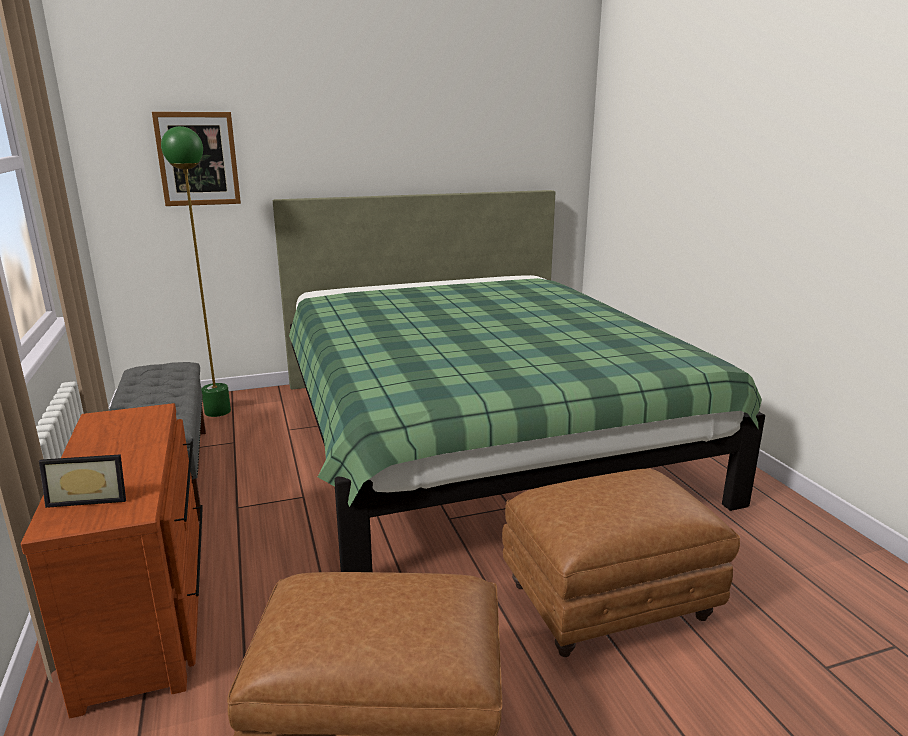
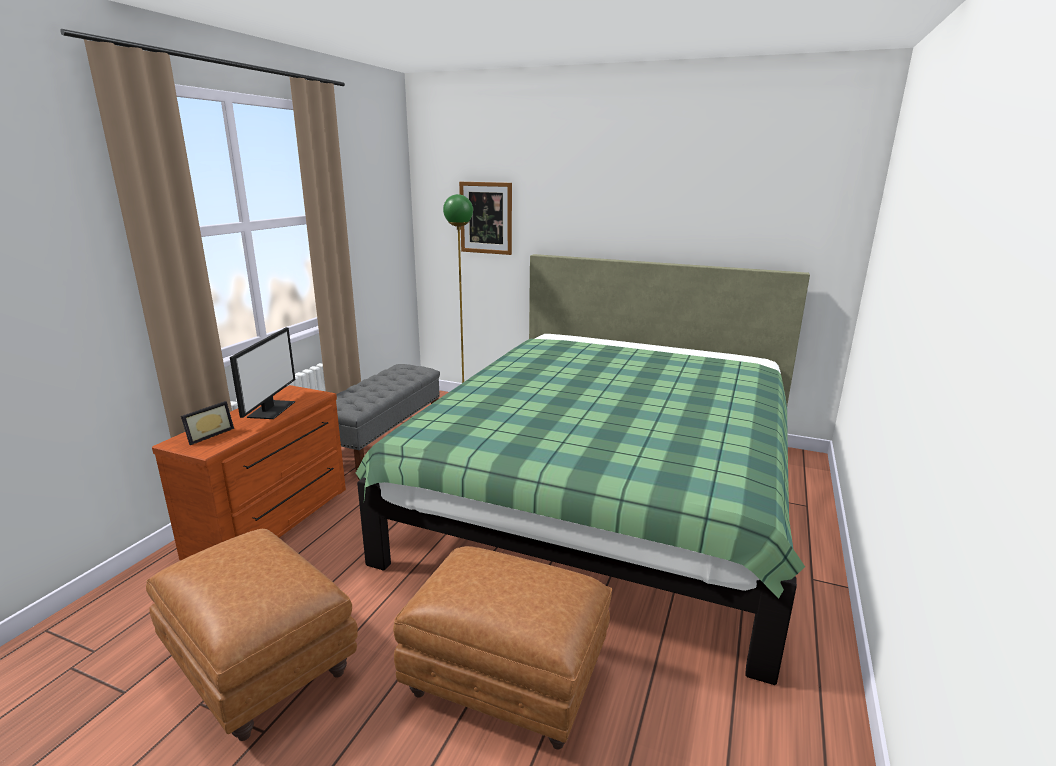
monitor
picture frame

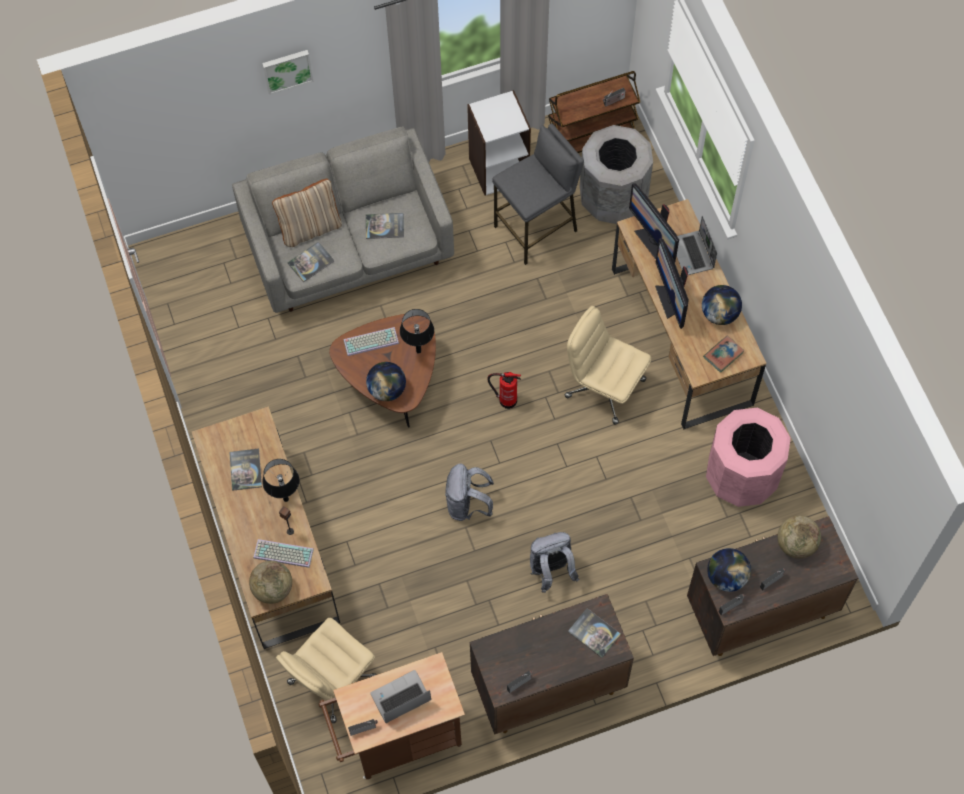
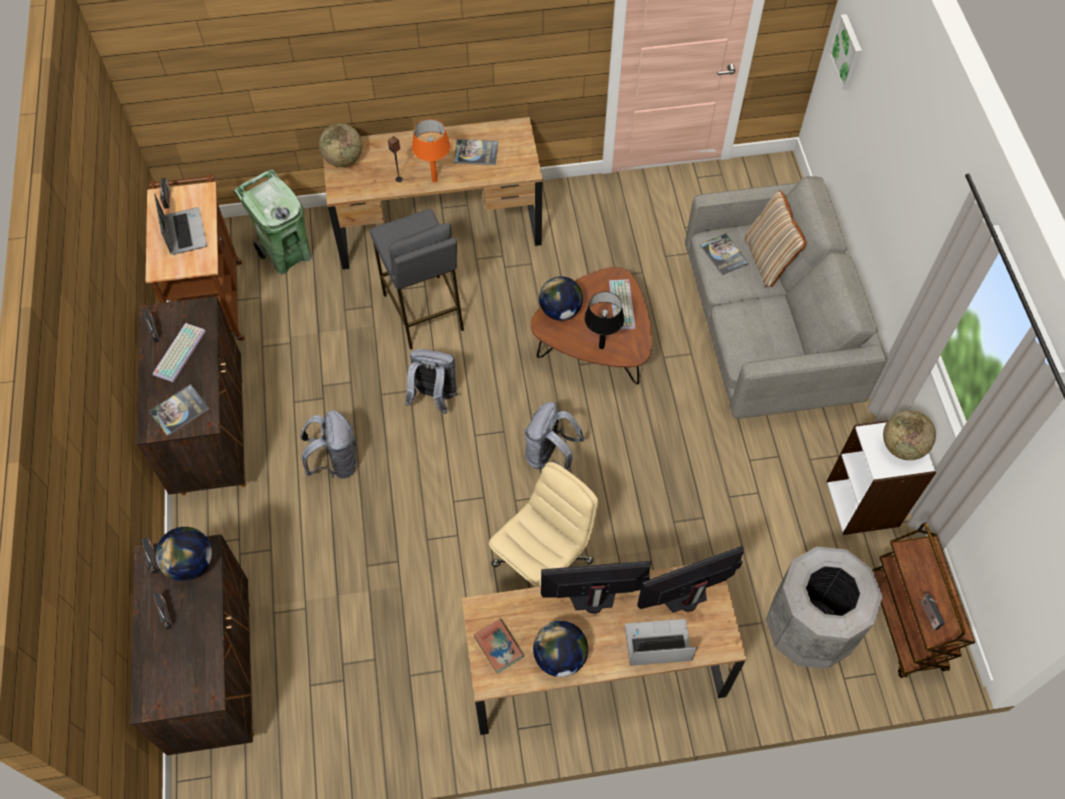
book (no. 3 from left in the first image)
pink trash can
keyboard (no. 1 from left)
picture
grey stool
globe (no. 5 from left)
green trash can
grey backpack (no. 3 from left)
orange table lamp

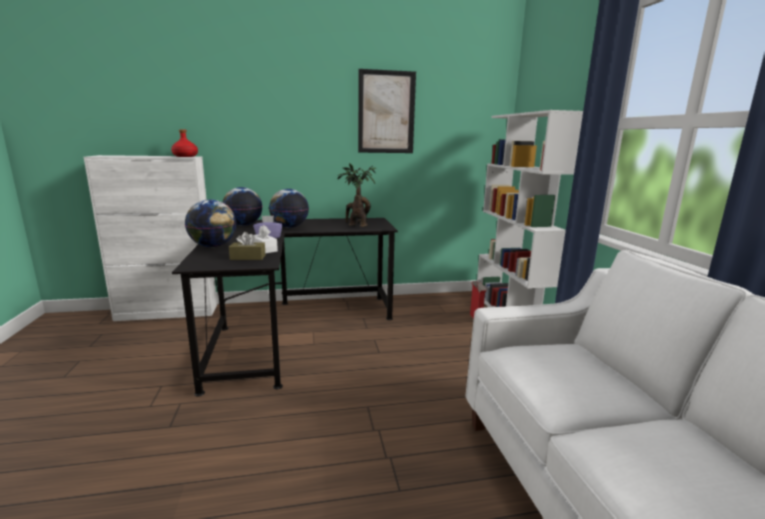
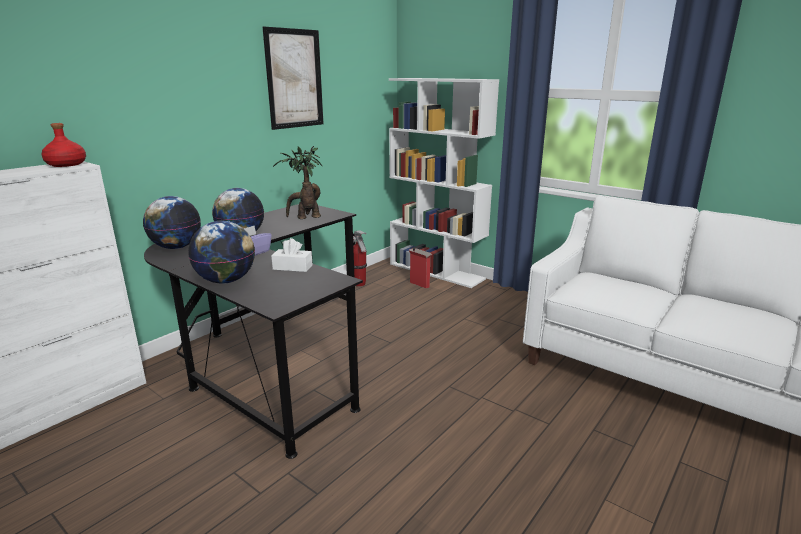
brown tissue box
fire extinguisher

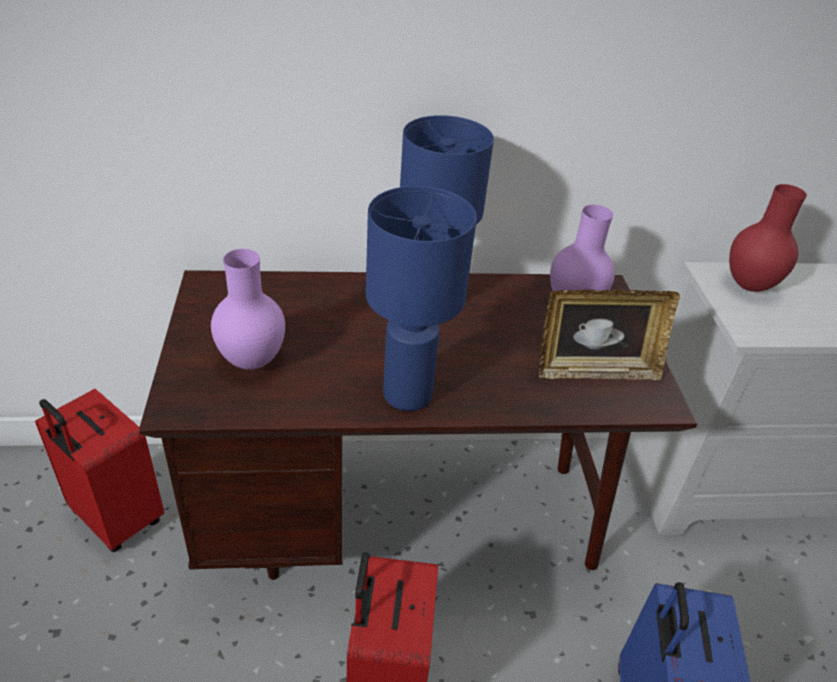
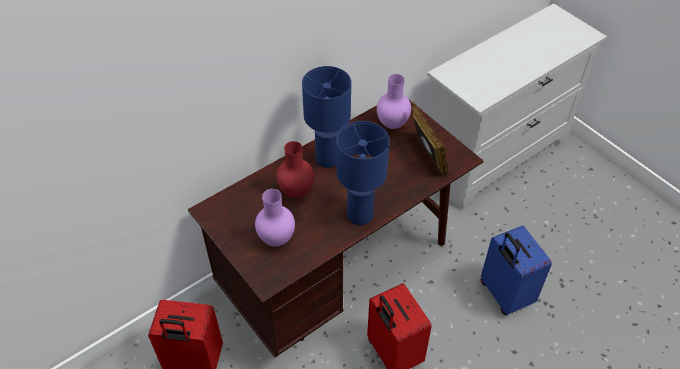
red vase
picture frame

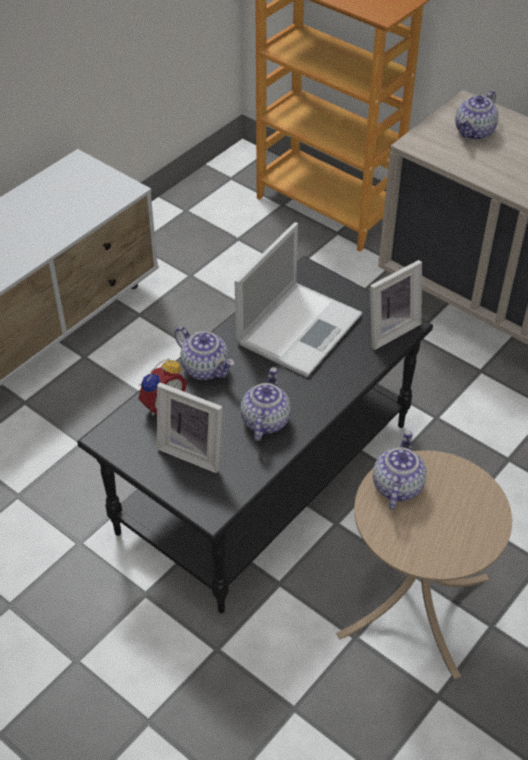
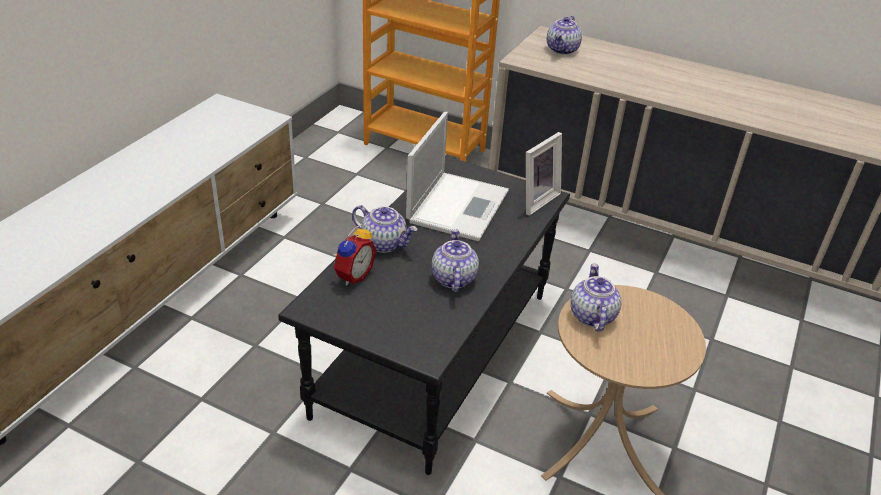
picture frame (no. 1 from left in the first image)

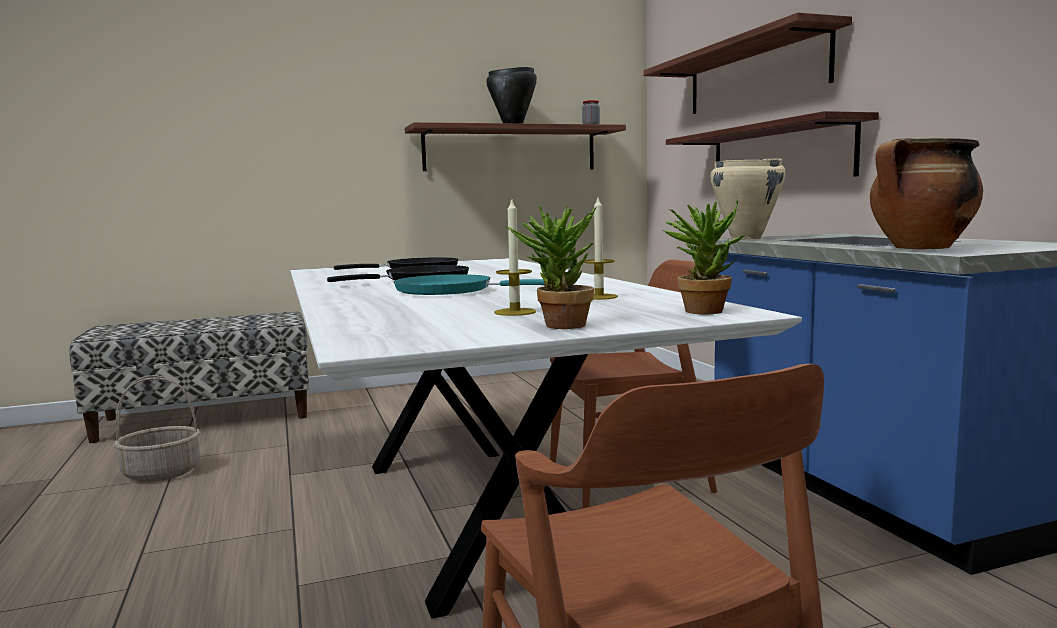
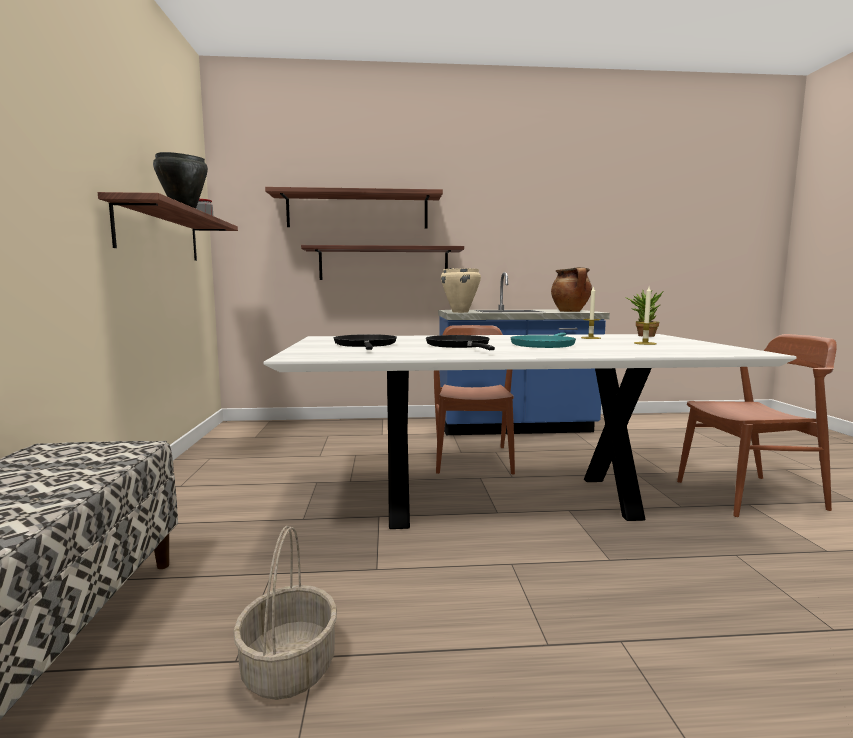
potted plant (no. 1 from left in the first image)

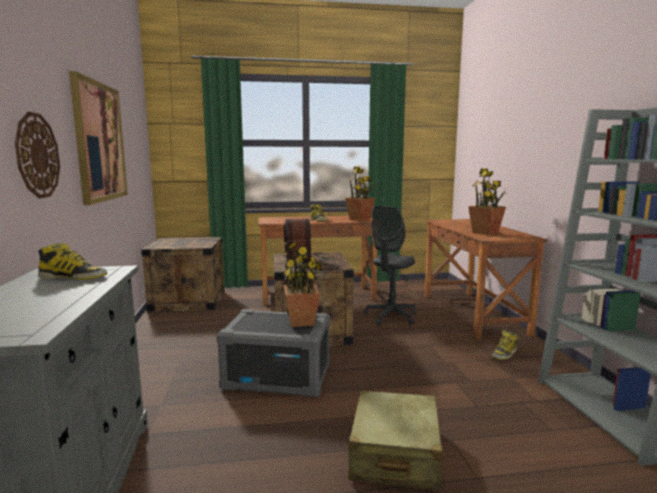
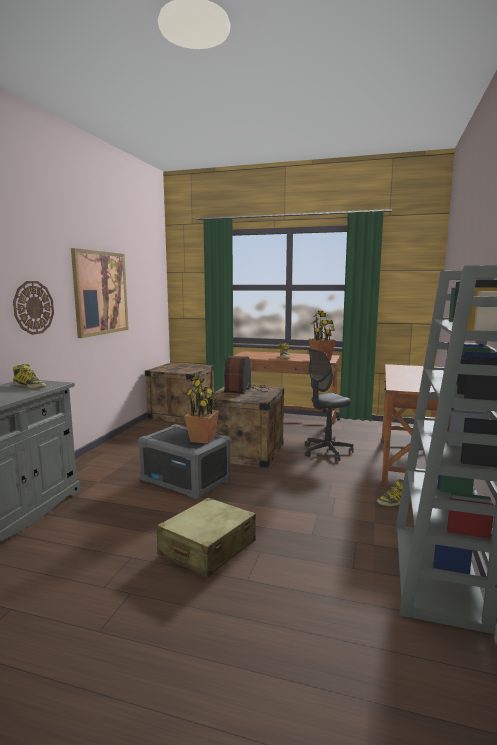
potted plant (no. 3 from left in the first image)

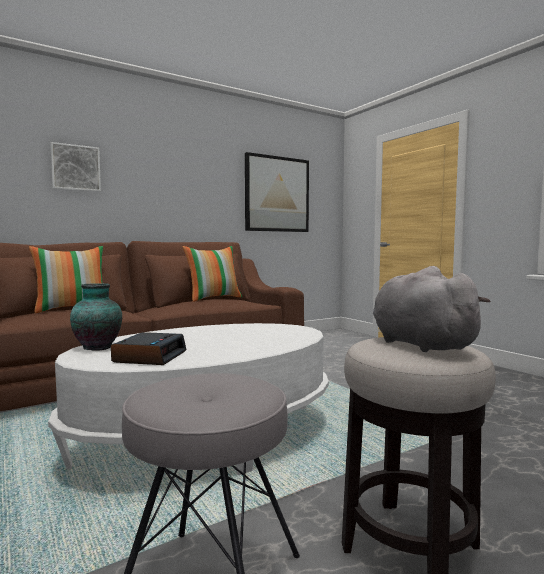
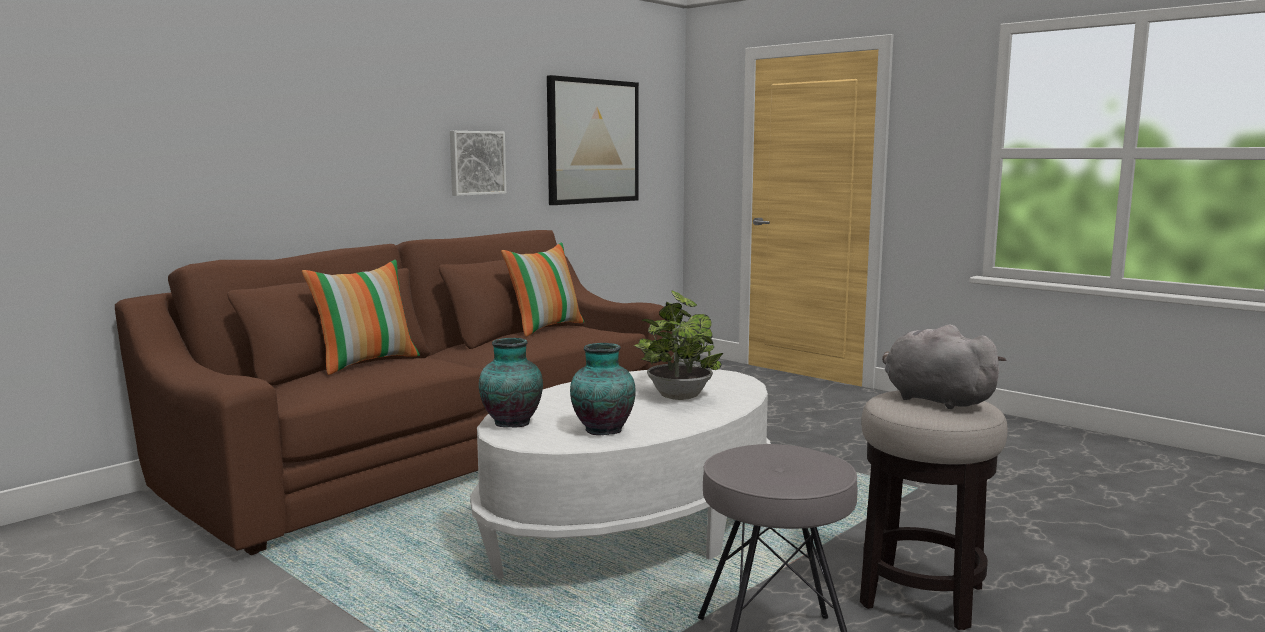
potted plant
picture (no. 1 from left)
vase (no. 2 from left)

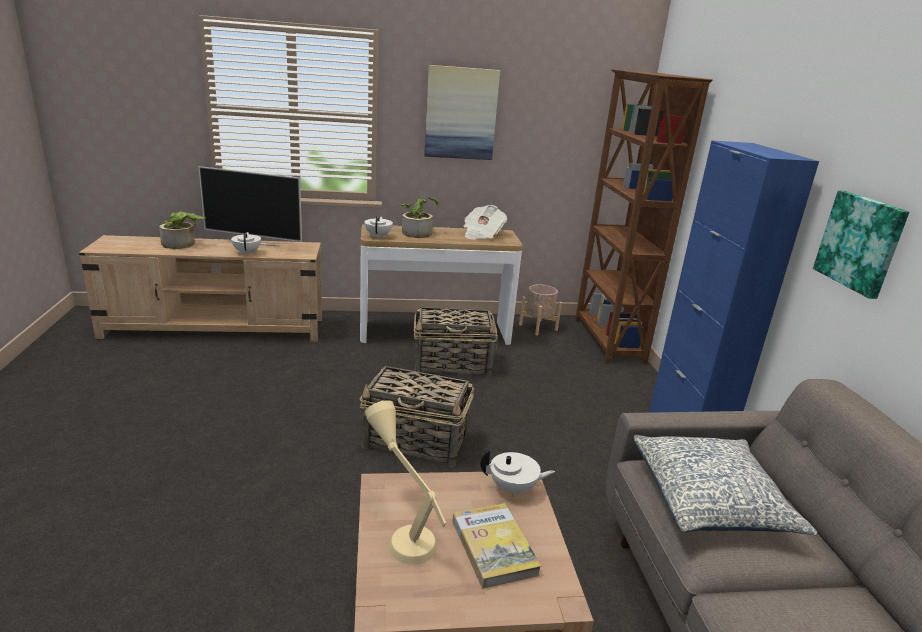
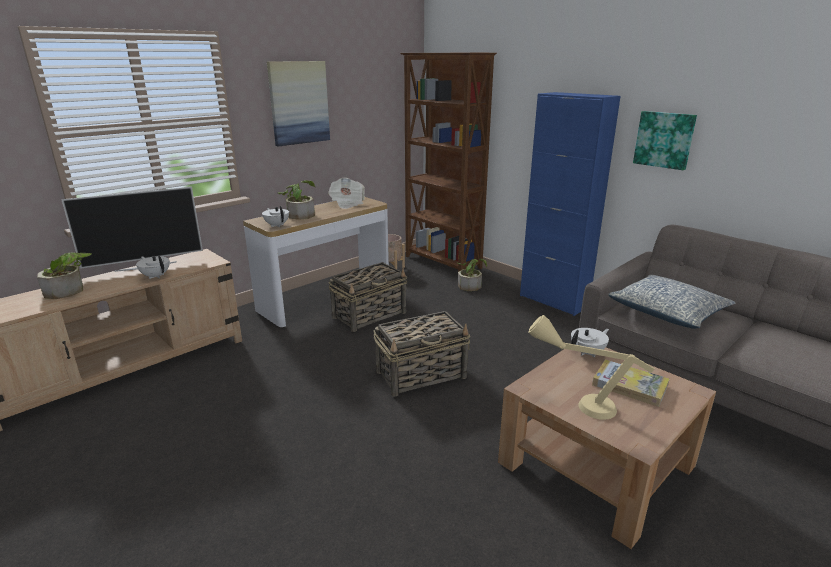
potted plant (no. 3 from left)

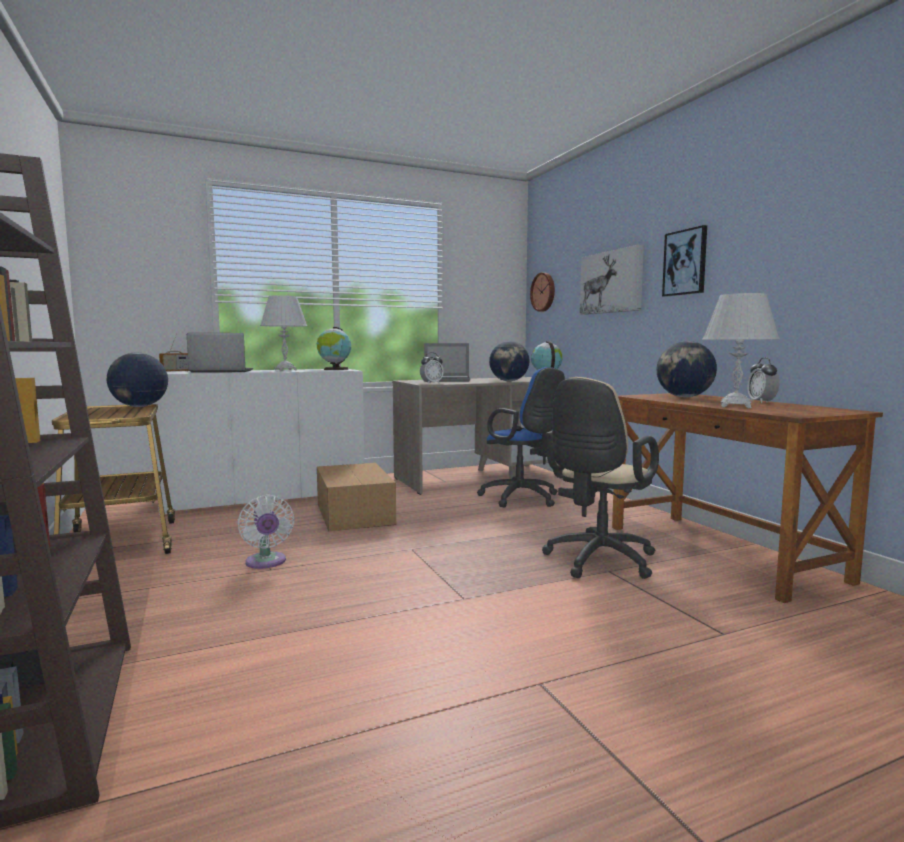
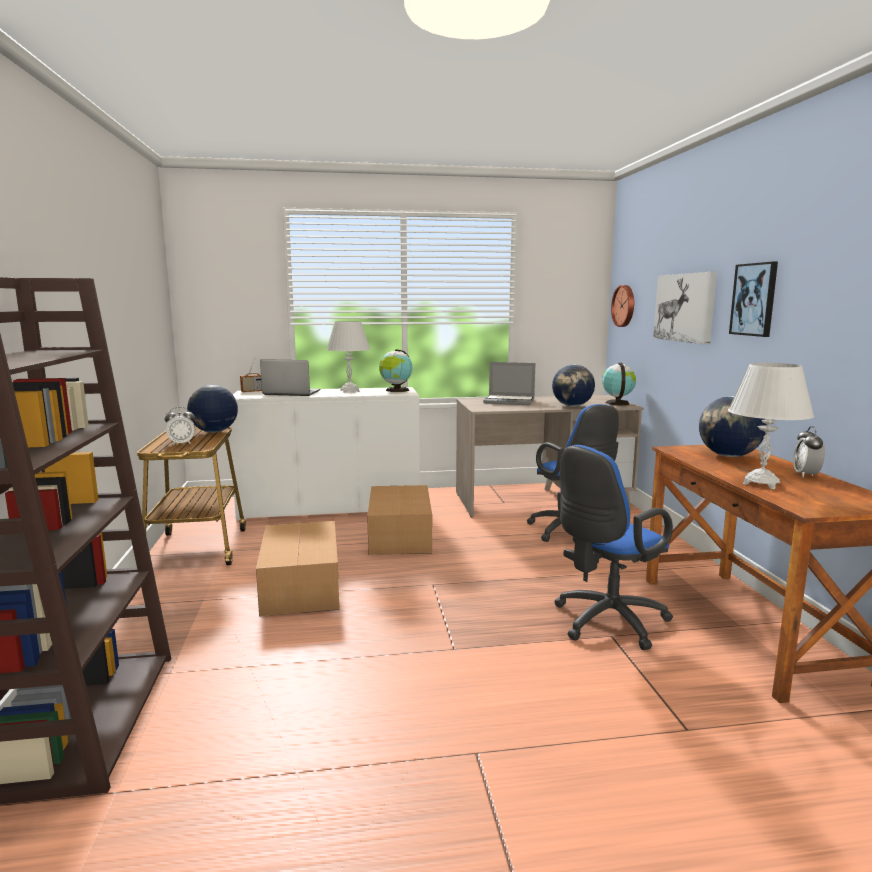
alarm clock (no. 1 from left)
cardboard box (no. 1 from left)
blue office chair (no. 2 from left)

